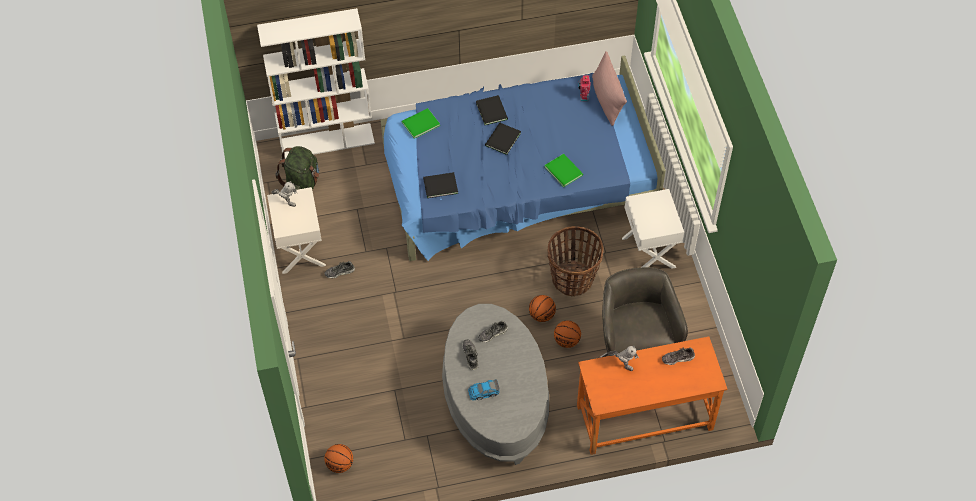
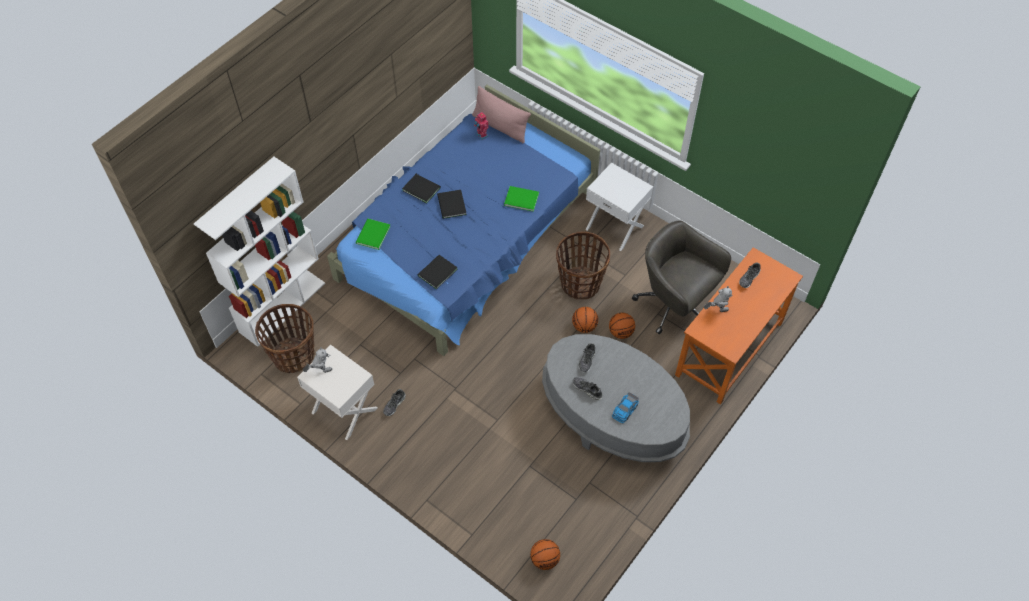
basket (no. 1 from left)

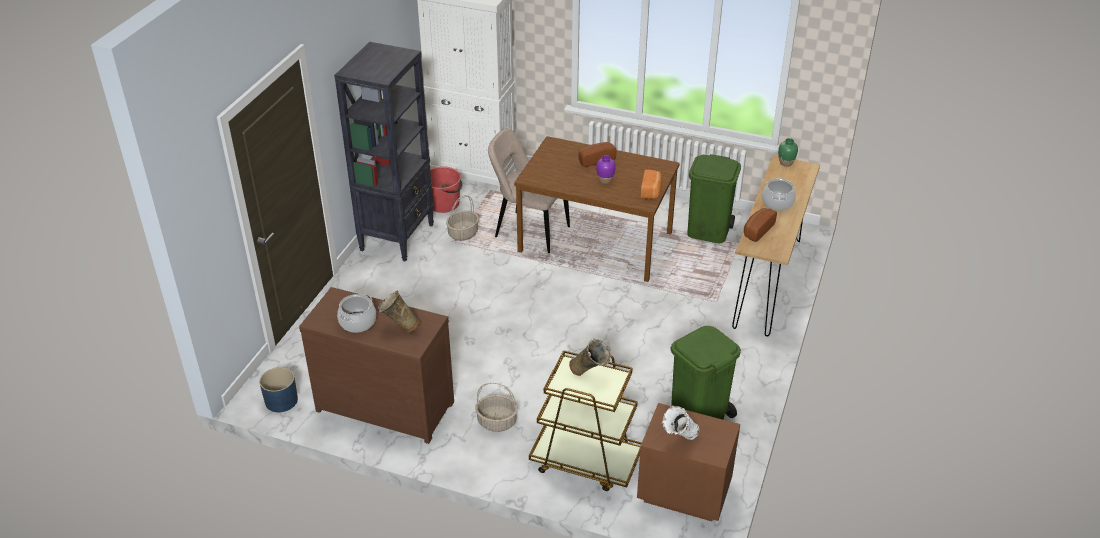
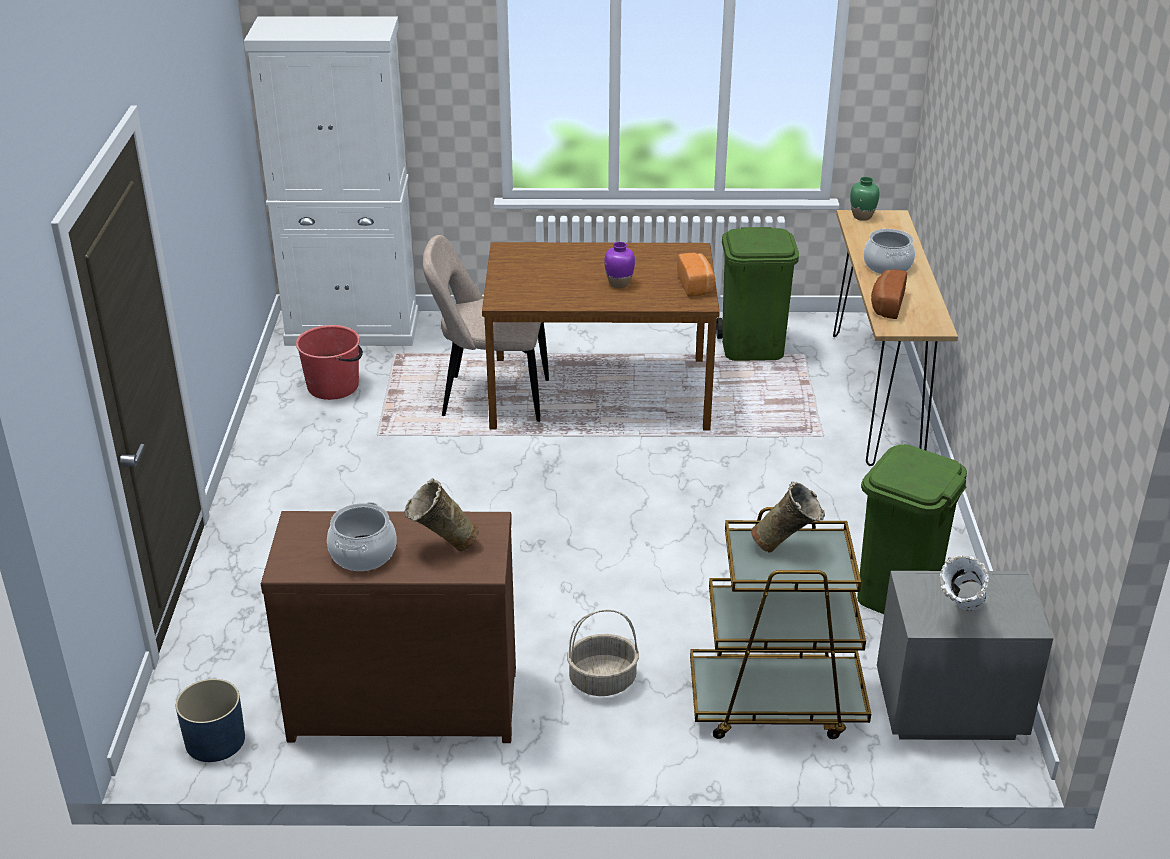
black bookcase
basket (no. 1 from left in the first image)
bread (no. 1 from left in the first image)
grey nightstand

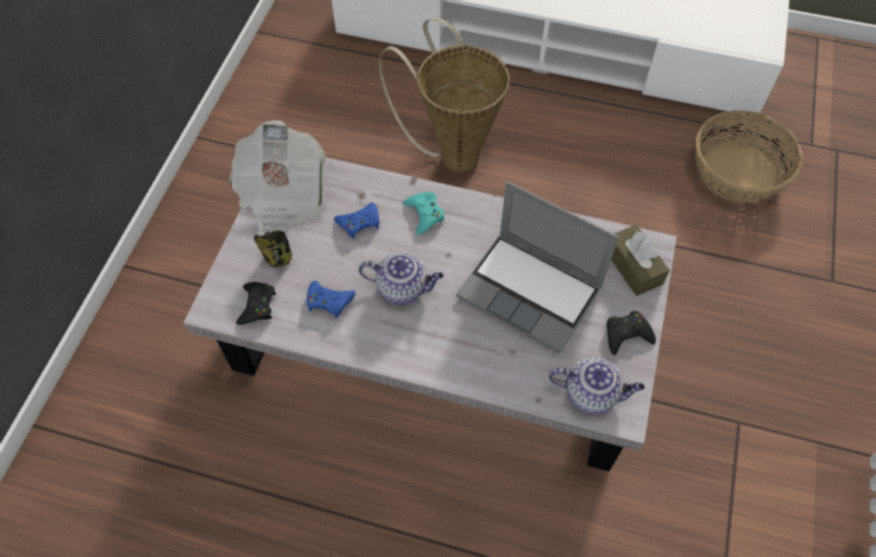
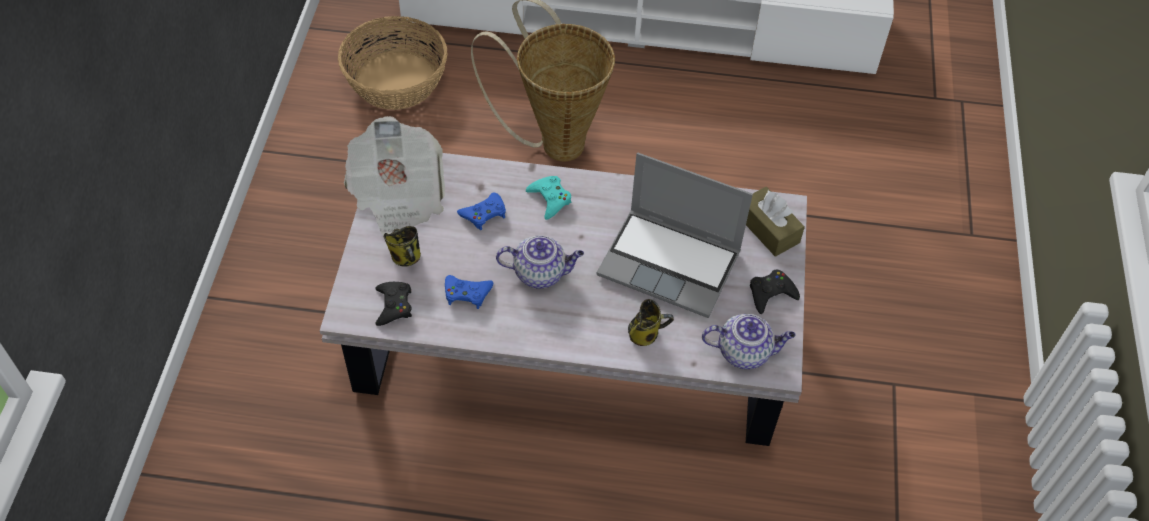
mug (no. 2 from left)
basket (no. 1 from left)

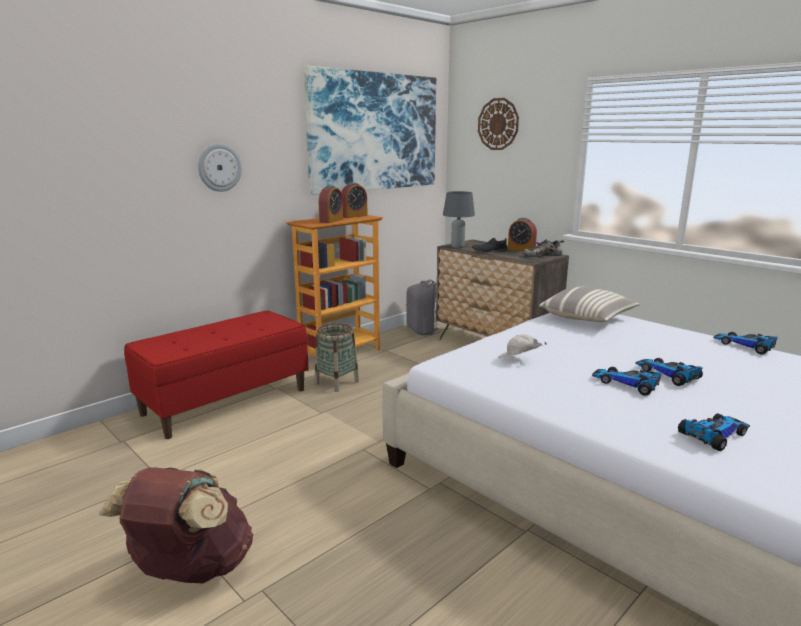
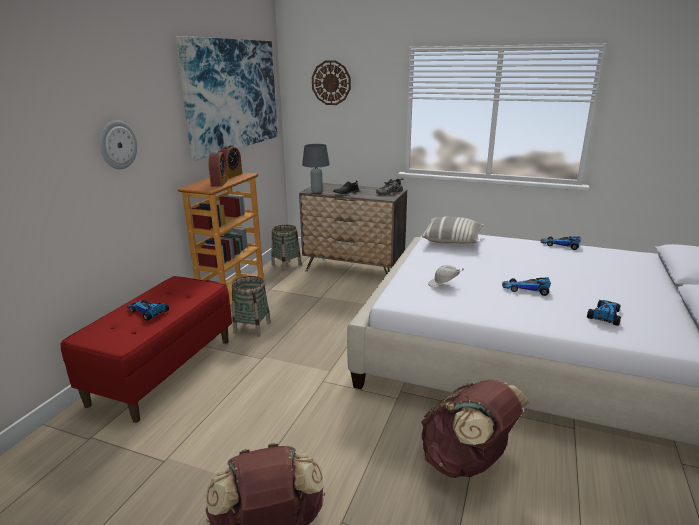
alarm clock (no. 3 from left in the first image)
brown backpack (no. 2 from left)
toy car (no. 1 from left)
basket (no. 2 from left)

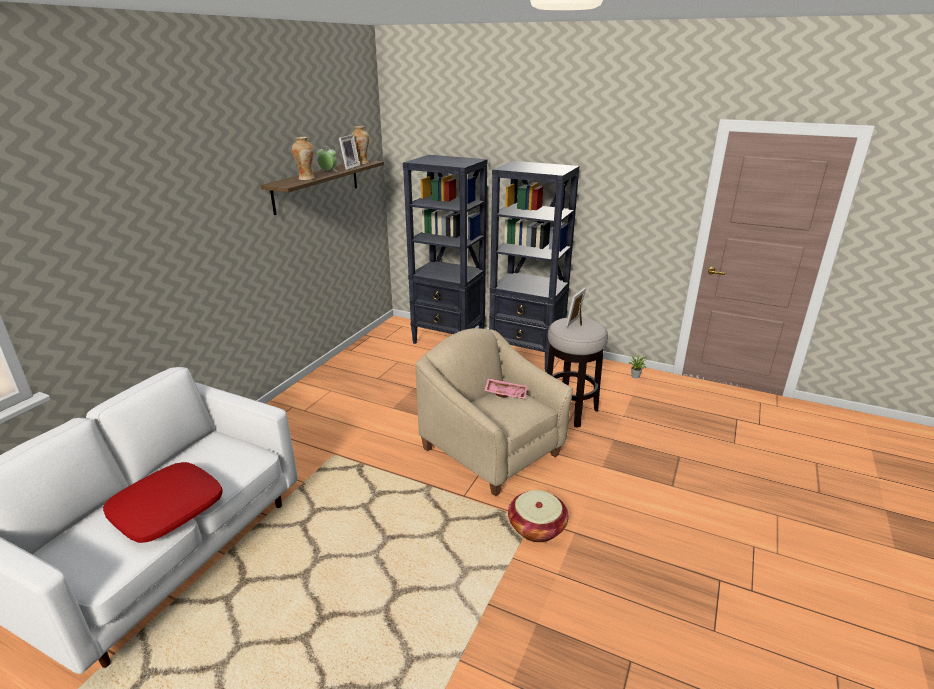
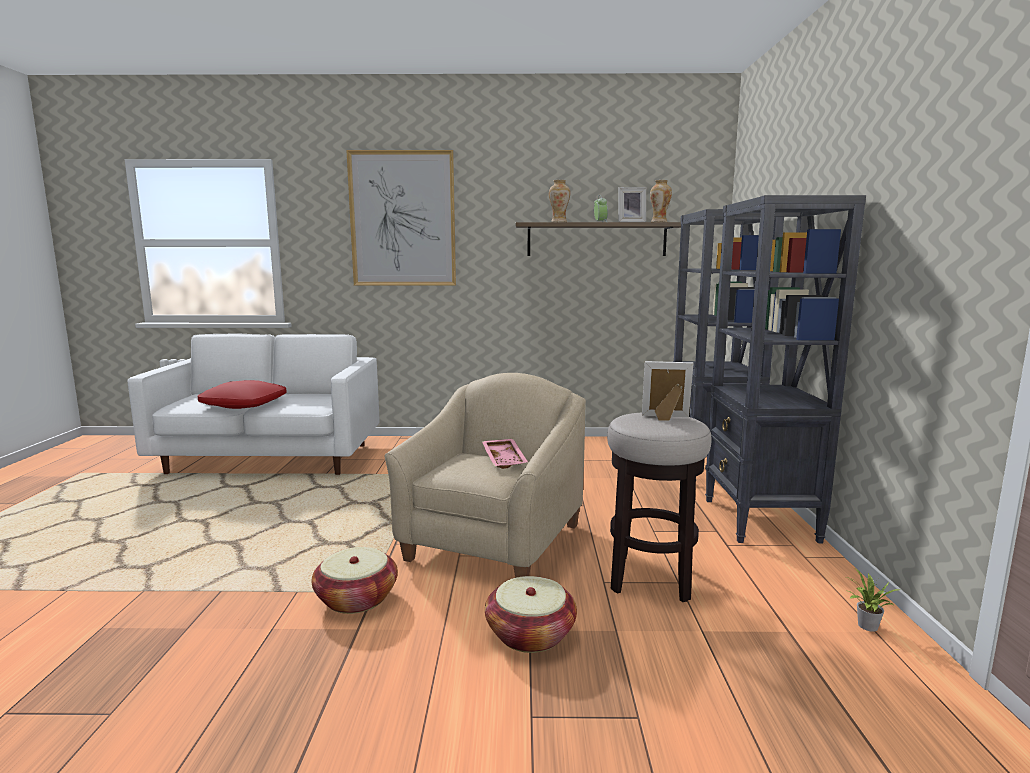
picture
basket (no. 2 from left)

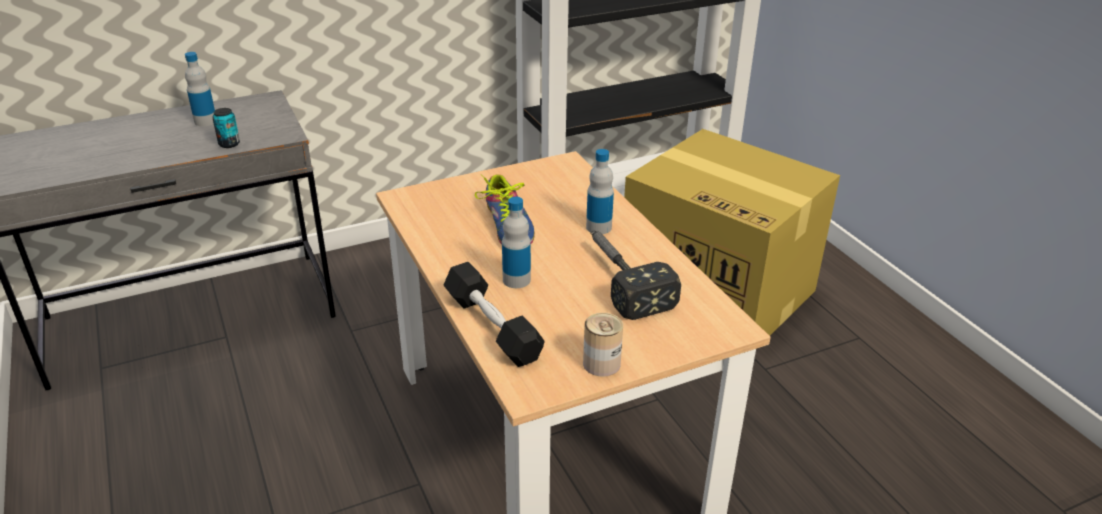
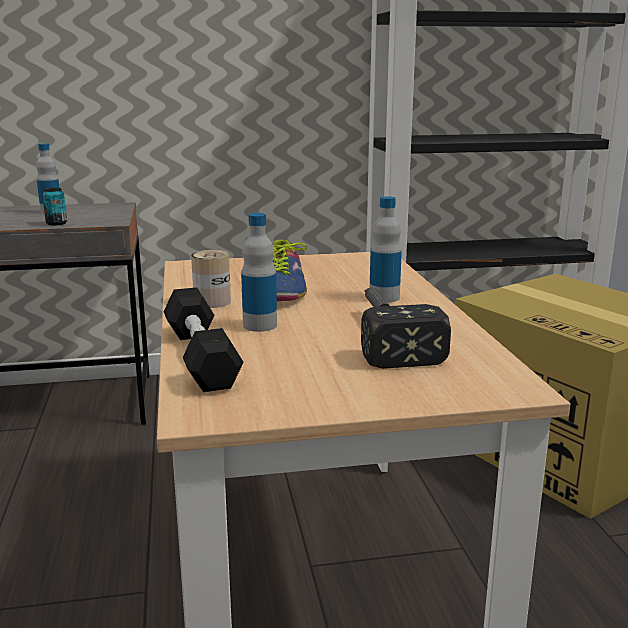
can (no. 2 from left)

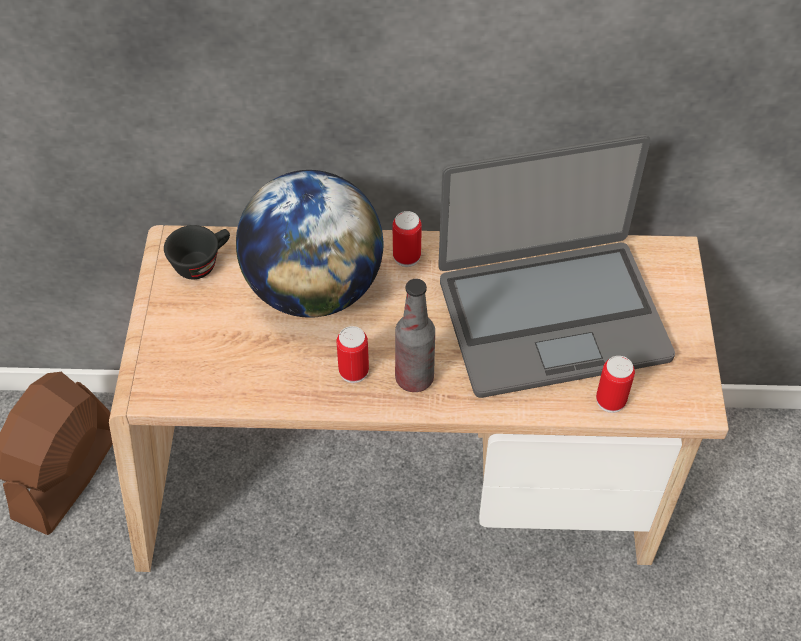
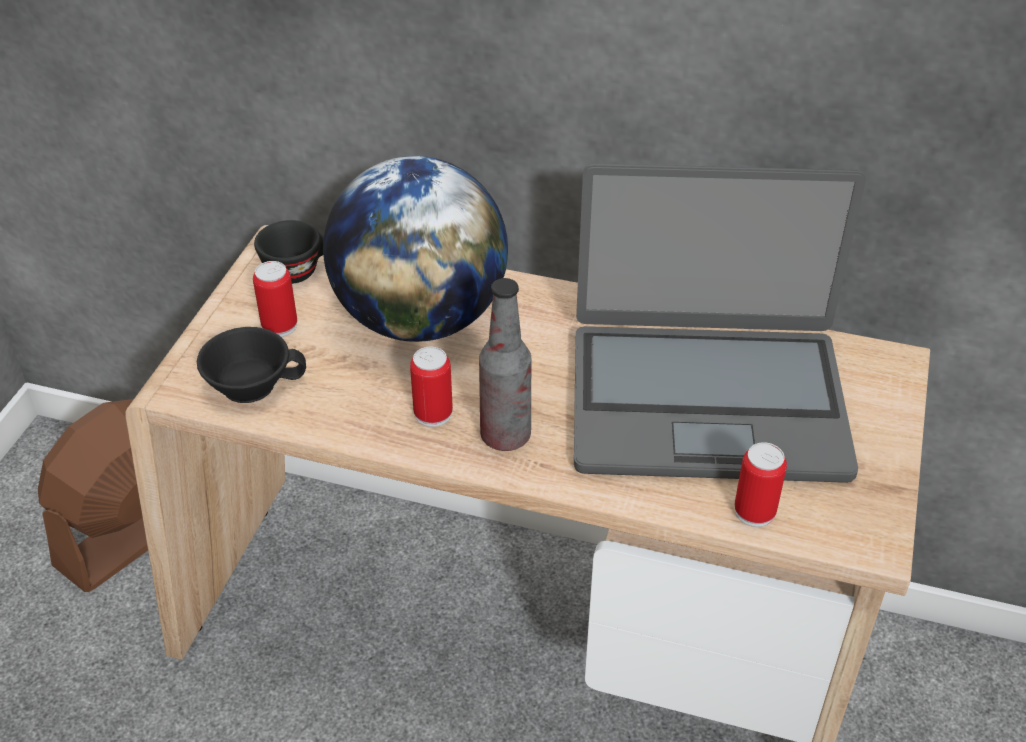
black cup (no. 1 from left)
can (no. 1 from left)

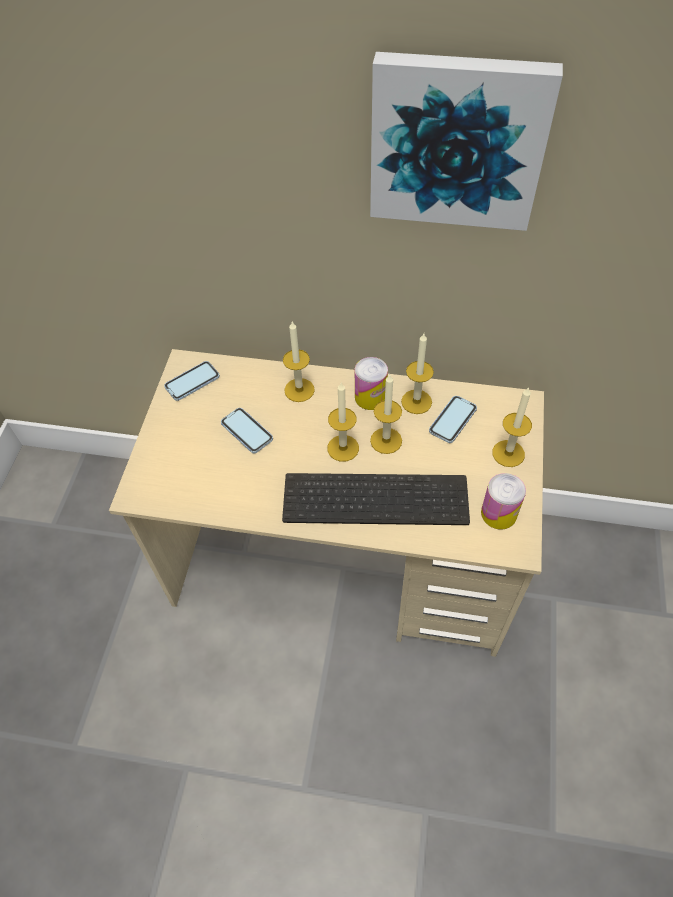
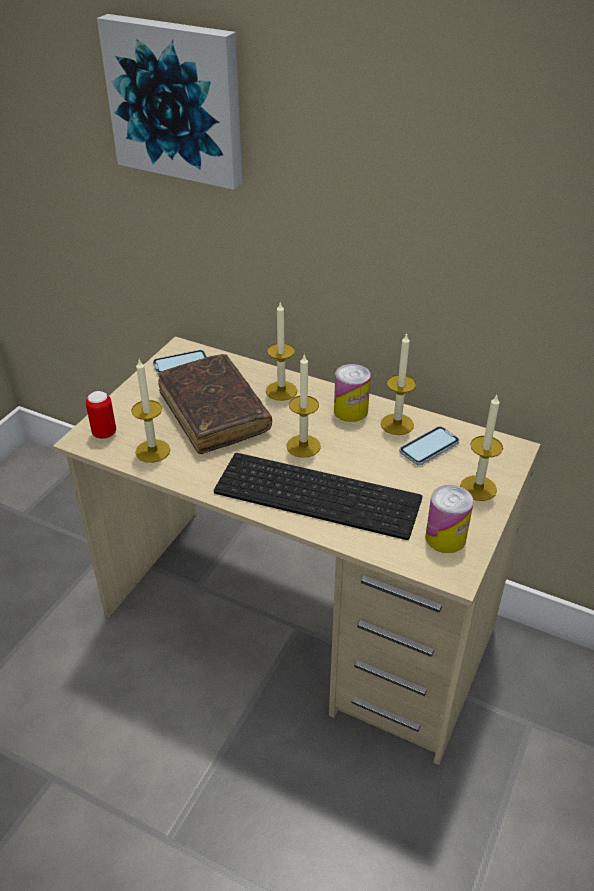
can (no. 1 from left)
picture
candle (no. 1 from left)
brown book

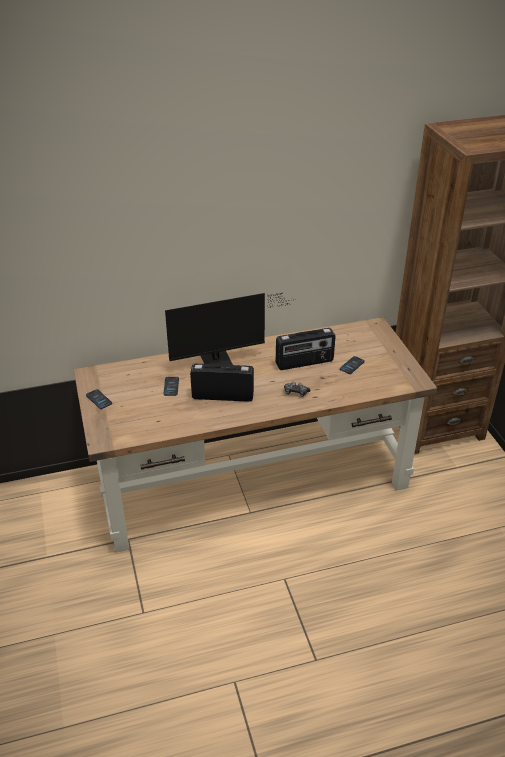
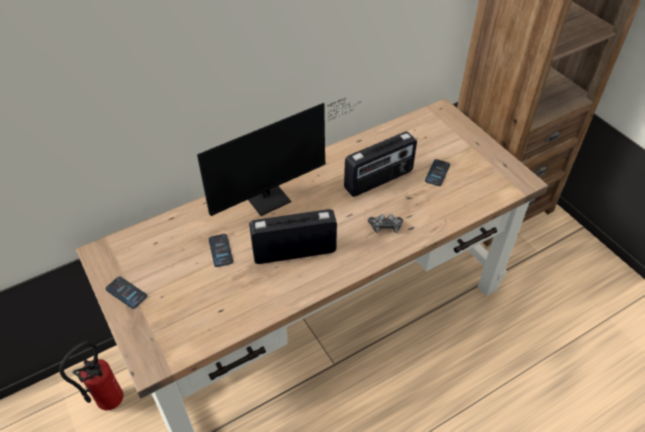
fire extinguisher

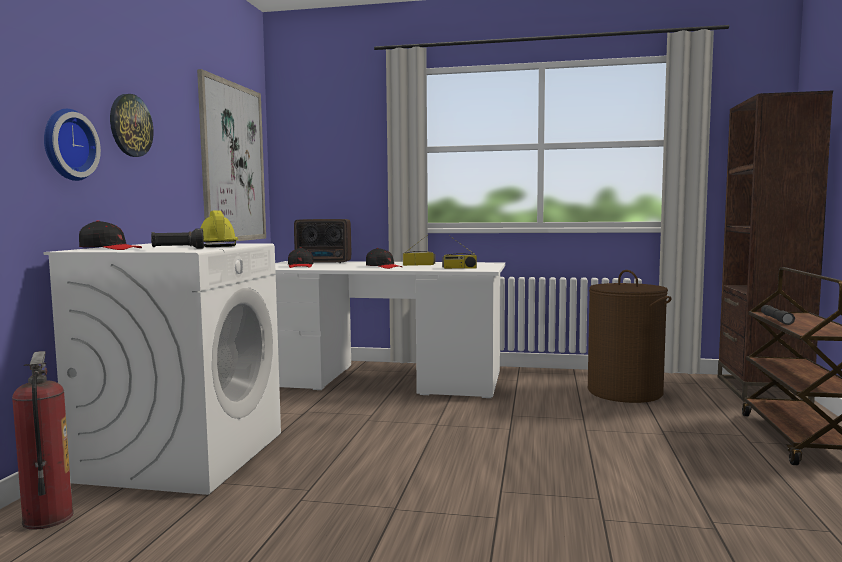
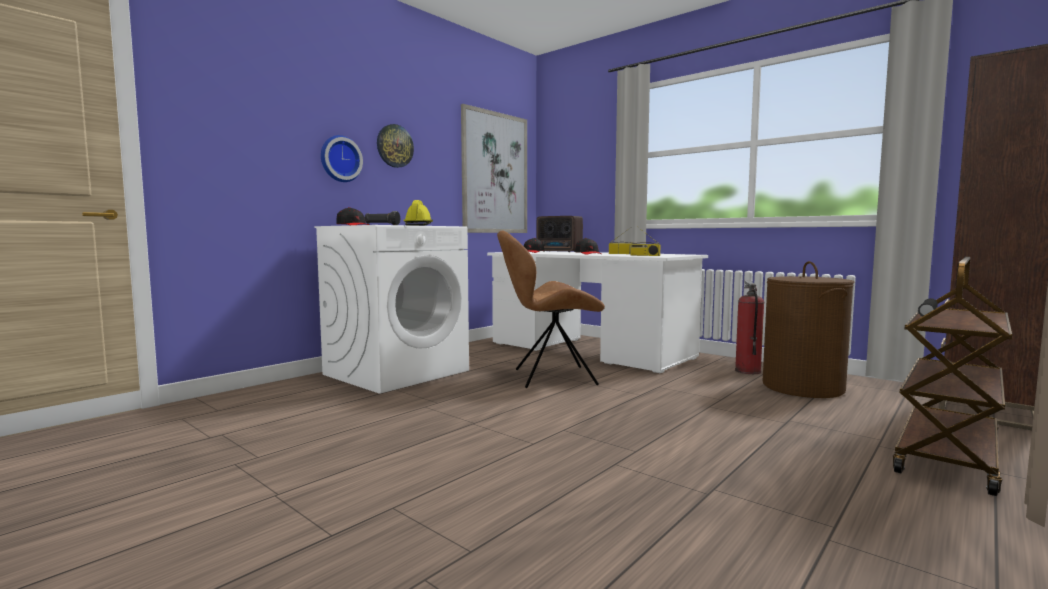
brown chair
fire extinguisher

